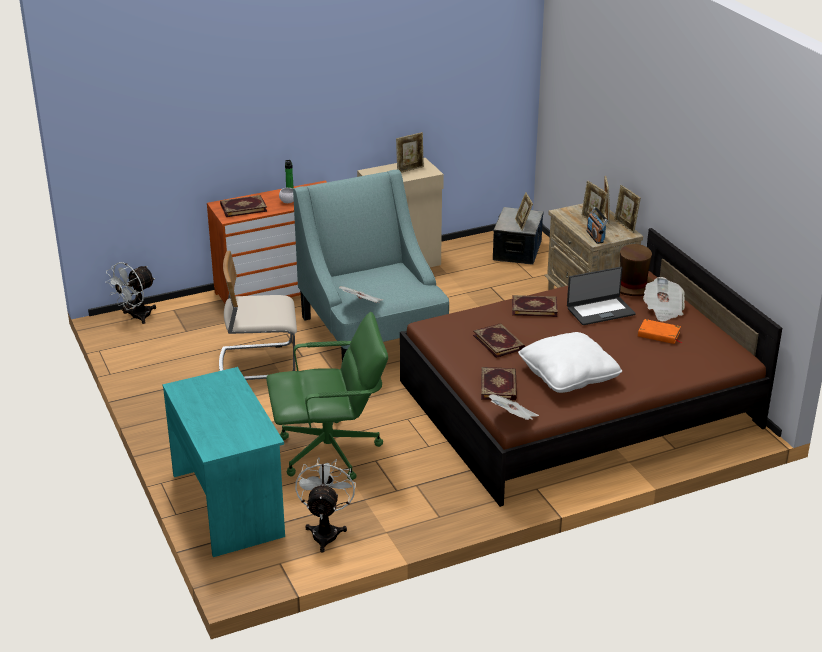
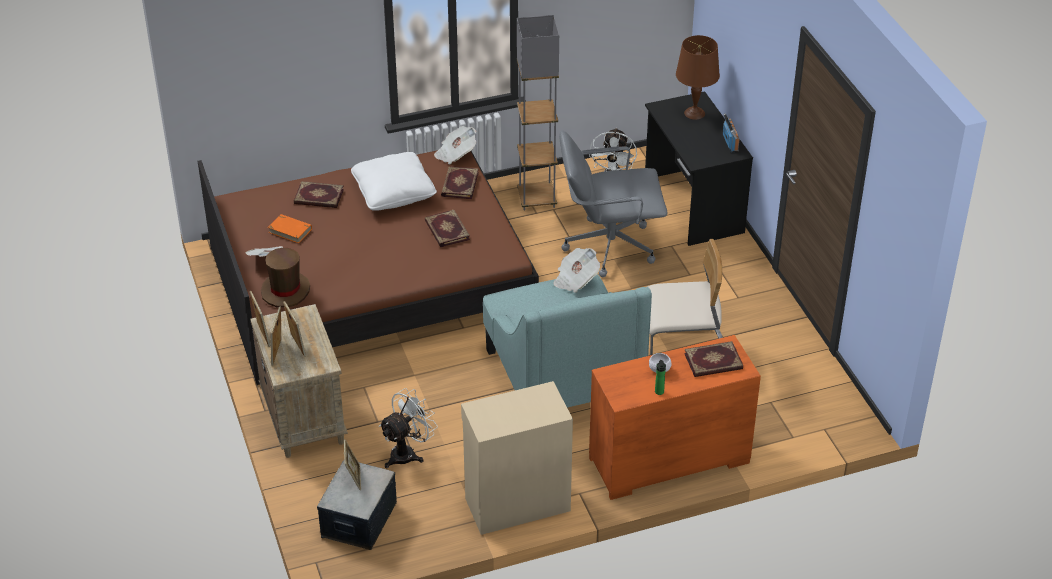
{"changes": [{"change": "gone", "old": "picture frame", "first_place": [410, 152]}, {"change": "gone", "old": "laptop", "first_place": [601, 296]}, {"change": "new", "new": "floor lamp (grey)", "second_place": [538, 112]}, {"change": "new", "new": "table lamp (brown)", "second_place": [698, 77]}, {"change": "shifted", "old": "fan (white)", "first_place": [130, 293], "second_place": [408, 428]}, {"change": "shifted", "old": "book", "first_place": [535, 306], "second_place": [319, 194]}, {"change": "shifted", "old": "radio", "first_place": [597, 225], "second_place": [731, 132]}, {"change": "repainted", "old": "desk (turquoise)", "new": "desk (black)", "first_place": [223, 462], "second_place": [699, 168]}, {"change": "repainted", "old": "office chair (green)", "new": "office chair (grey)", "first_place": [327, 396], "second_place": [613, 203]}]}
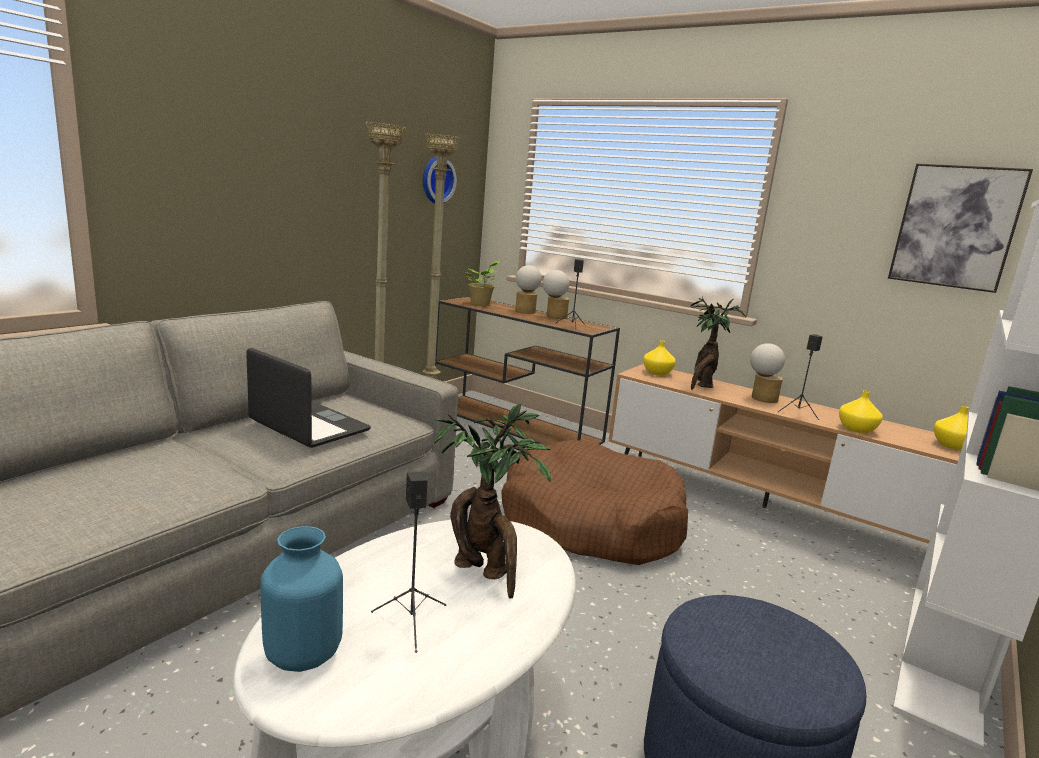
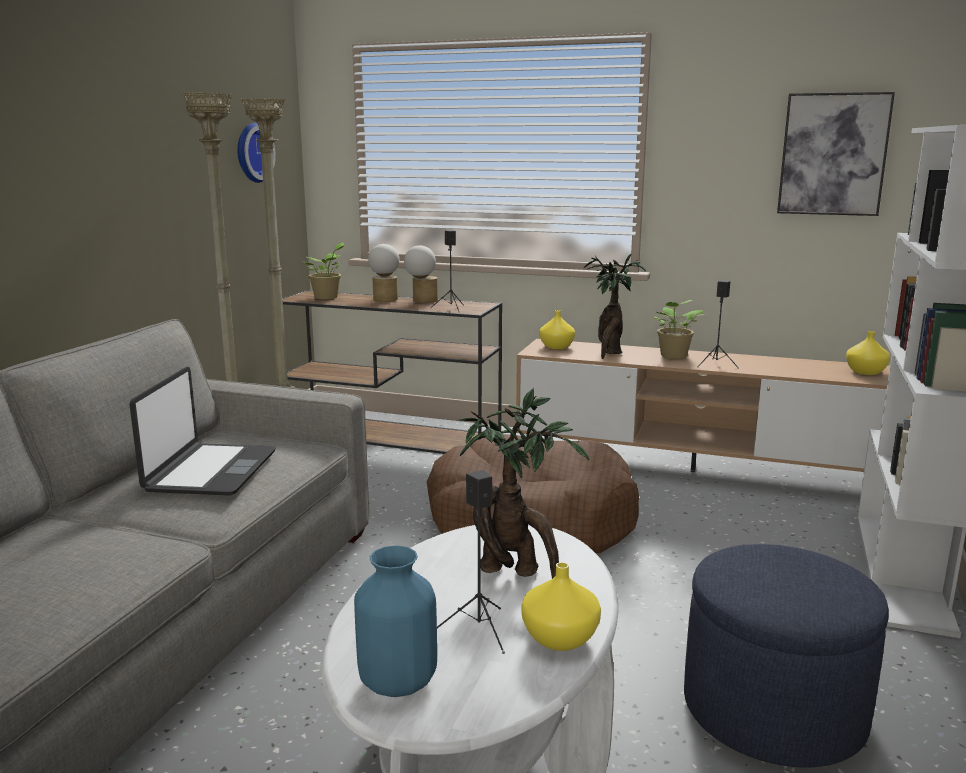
{"changes": [{"change": "shifted", "old": "vase (yellow)", "first_place": [861, 411], "second_place": [561, 606]}, {"change": "swapped", "old": "table lamp", "new": "potted plant", "first_place": [767, 373], "second_place": [678, 329]}, {"change": "rotated", "old": "laptop", "first_place": [308, 398], "second_place": [202, 431], "degrees": 75}]}
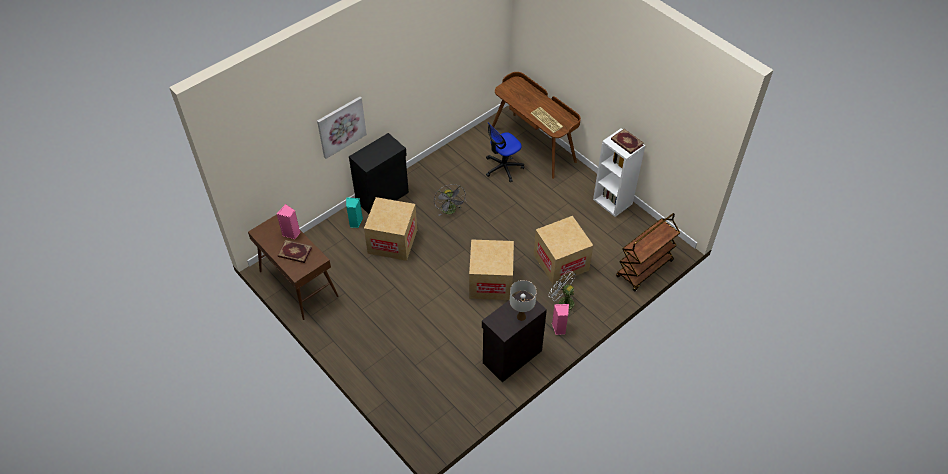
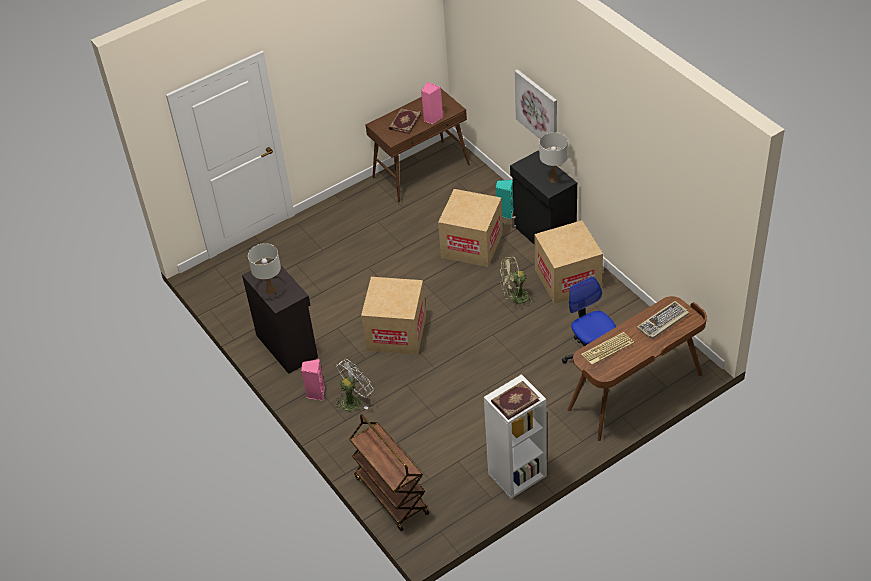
{"changes": [{"change": "new", "new": "table lamp (white)", "second_place": [553, 157]}, {"change": "new", "new": "keyboard", "second_place": [663, 320]}, {"change": "shifted", "old": "cardboard box", "first_place": [564, 250], "second_place": [568, 262]}, {"change": "repainted", "old": "fan (grey)", "new": "fan (green)", "first_place": [450, 200], "second_place": [517, 282]}]}
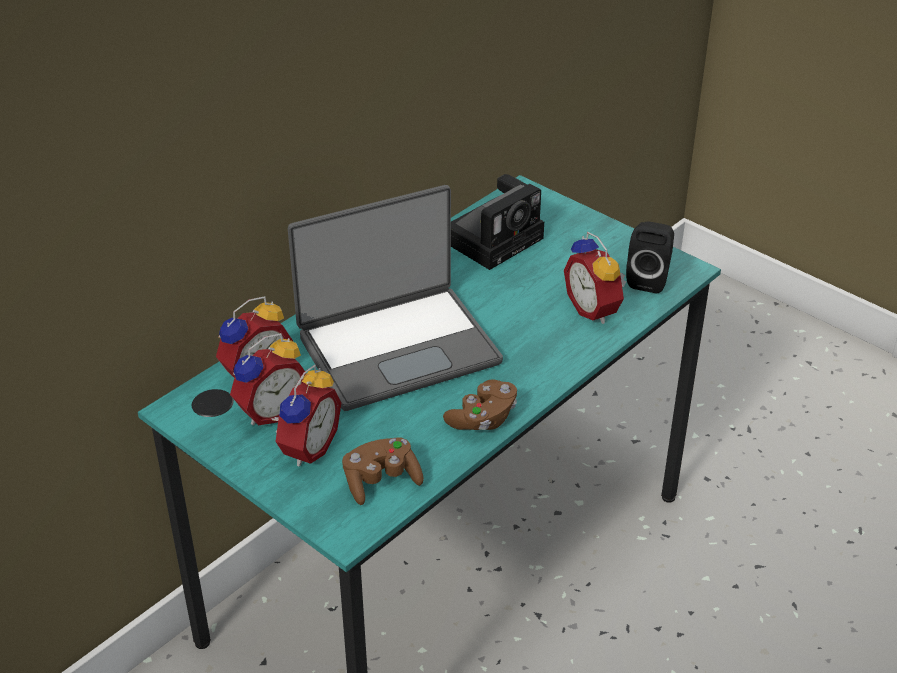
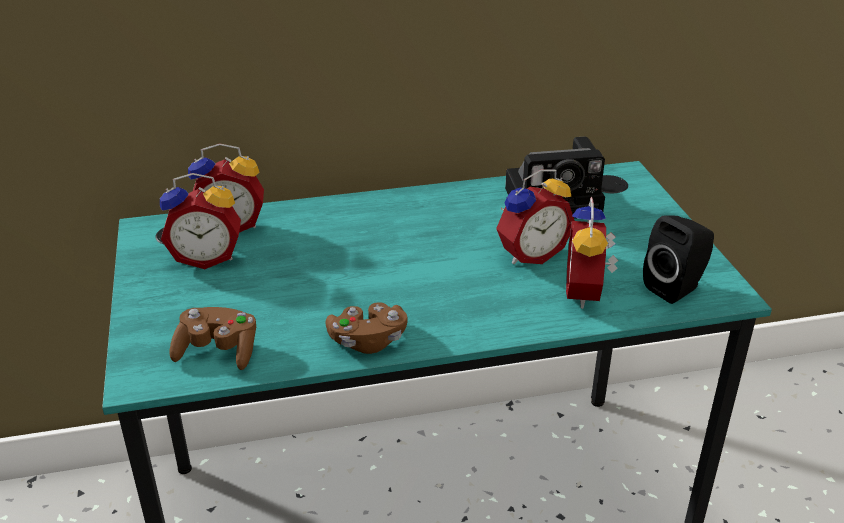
{"changes": [{"change": "gone", "old": "laptop", "first_place": [395, 298]}, {"change": "shifted", "old": "alarm clock", "first_place": [306, 416], "second_place": [535, 216]}]}
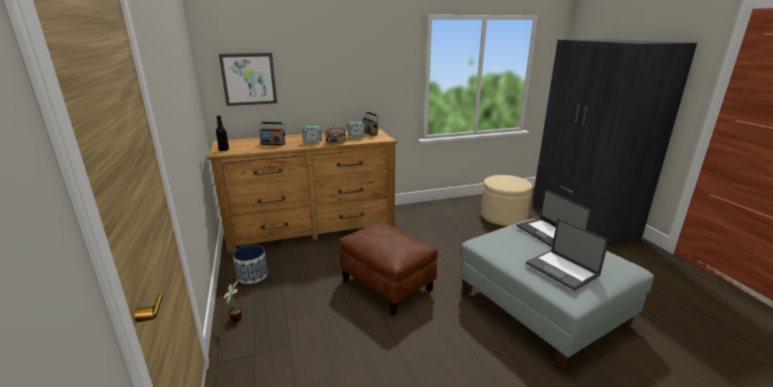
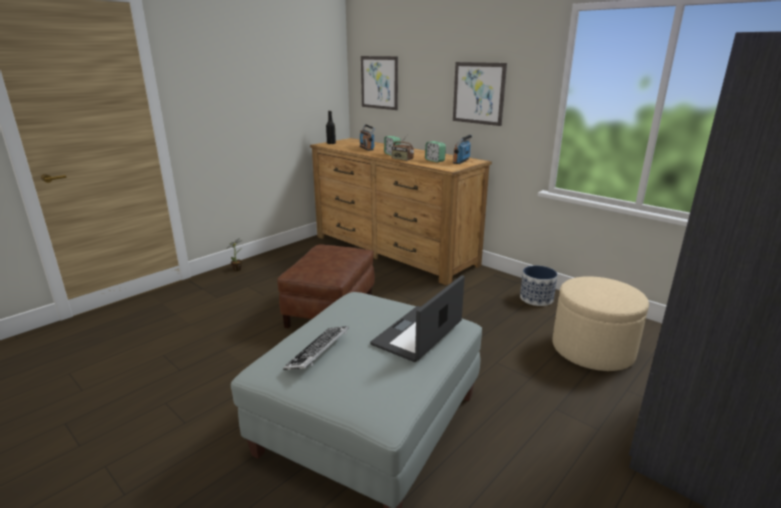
{"changes": [{"change": "new", "new": "picture", "second_place": [480, 94]}, {"change": "shifted", "old": "planter", "first_place": [250, 264], "second_place": [538, 285]}, {"change": "swapped", "old": "laptop", "new": "keyboard", "first_place": [567, 254], "second_place": [316, 348]}]}
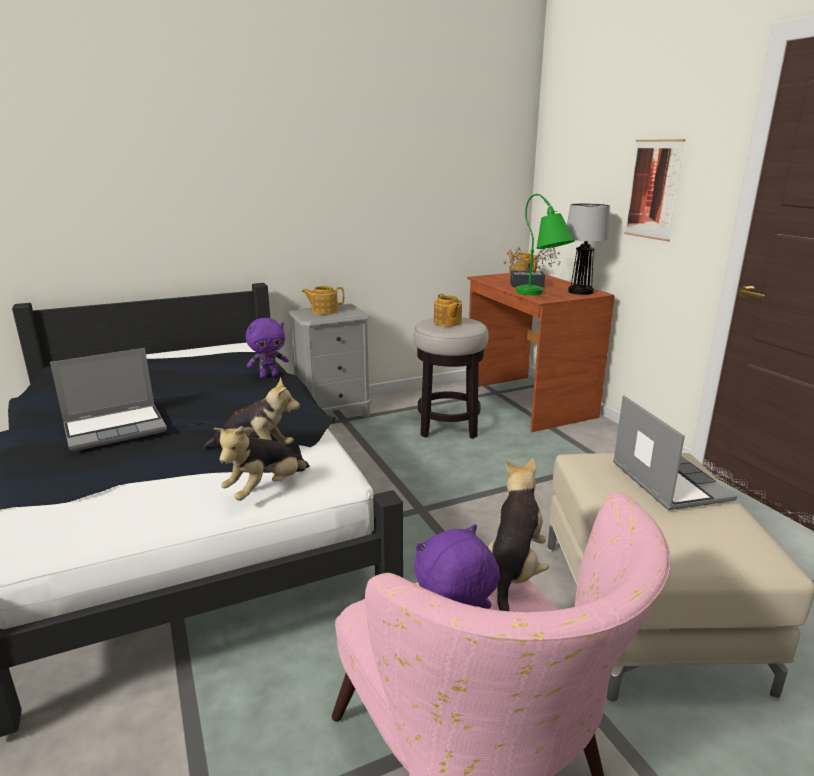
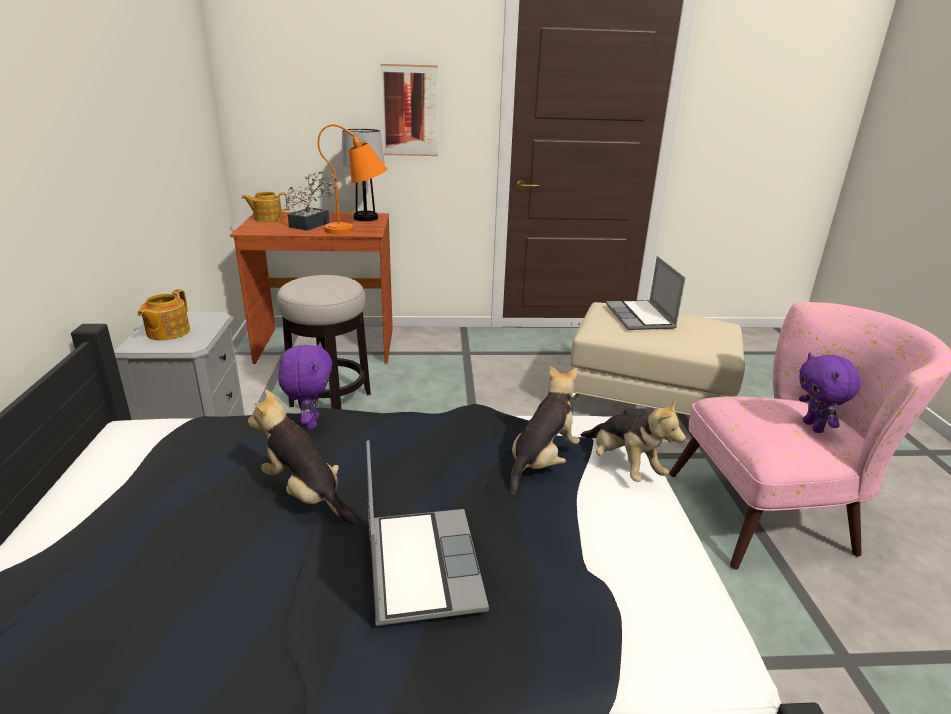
{"changes": [{"change": "gone", "old": "teapot", "first_place": [448, 310]}, {"change": "shifted", "old": "plush toy", "first_place": [518, 534], "second_place": [303, 457]}, {"change": "repainted", "old": "table lamp (green)", "new": "table lamp (orange)", "first_place": [545, 244], "second_place": [352, 179]}, {"change": "rotated", "old": "laptop", "first_place": [675, 452], "second_place": [645, 293], "degrees": -105}]}
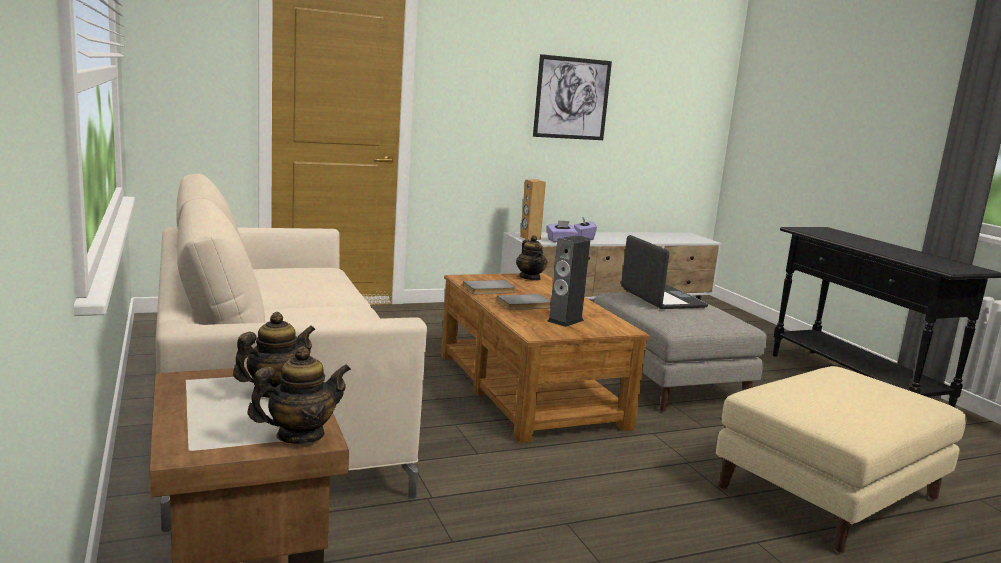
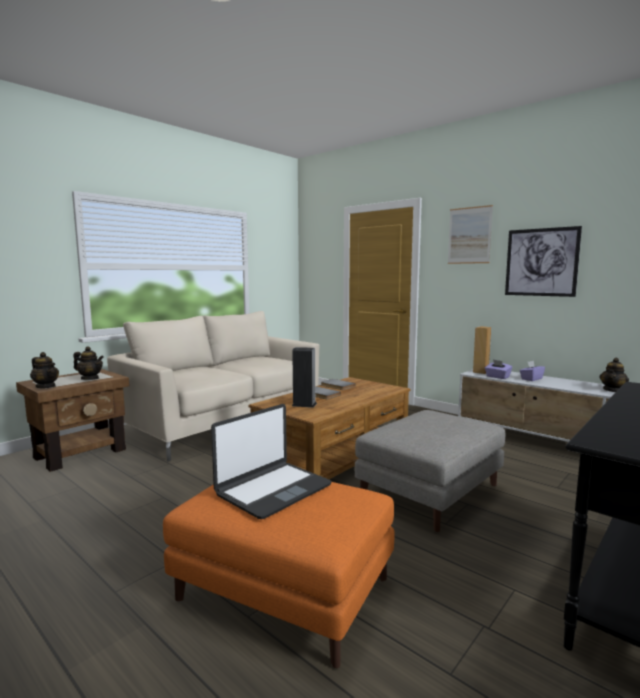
{"changes": [{"change": "new", "new": "picture", "second_place": [470, 234]}, {"change": "shifted", "old": "teapot", "first_place": [531, 258], "second_place": [614, 375]}, {"change": "shifted", "old": "laptop", "first_place": [664, 272], "second_place": [271, 461]}, {"change": "repainted", "old": "ottoman (beige)", "new": "ottoman (orange)", "first_place": [841, 459], "second_place": [279, 575]}]}
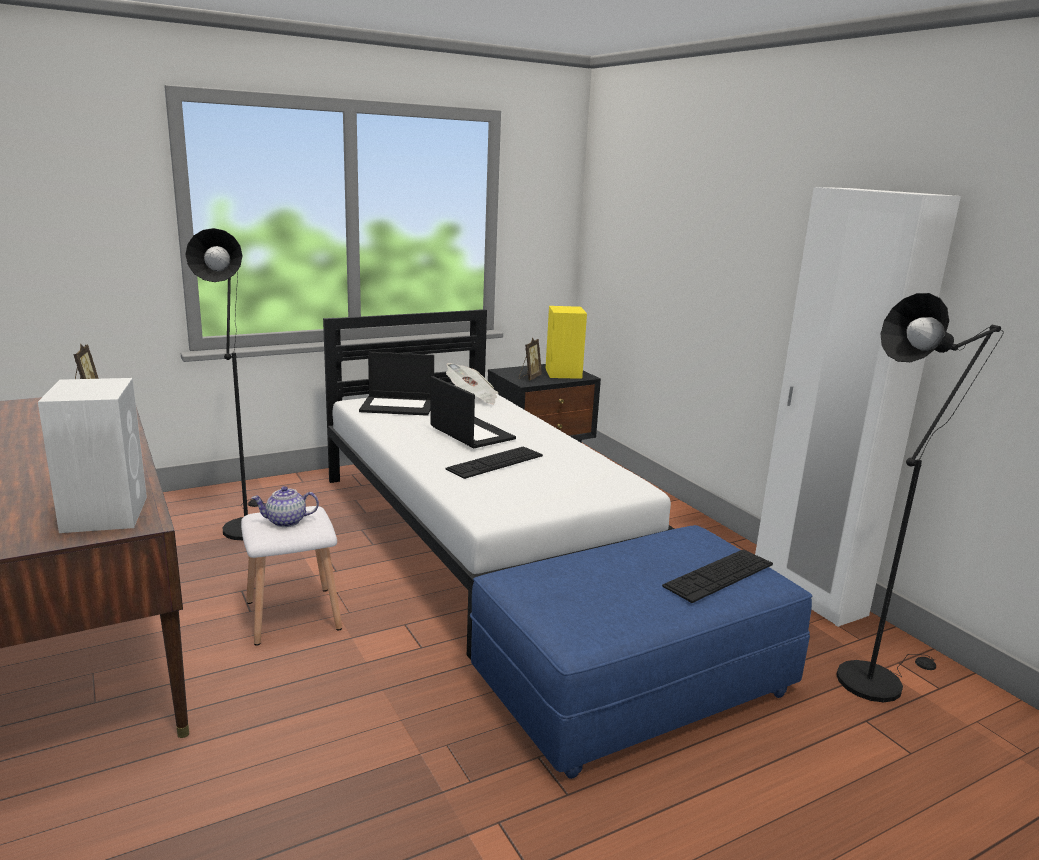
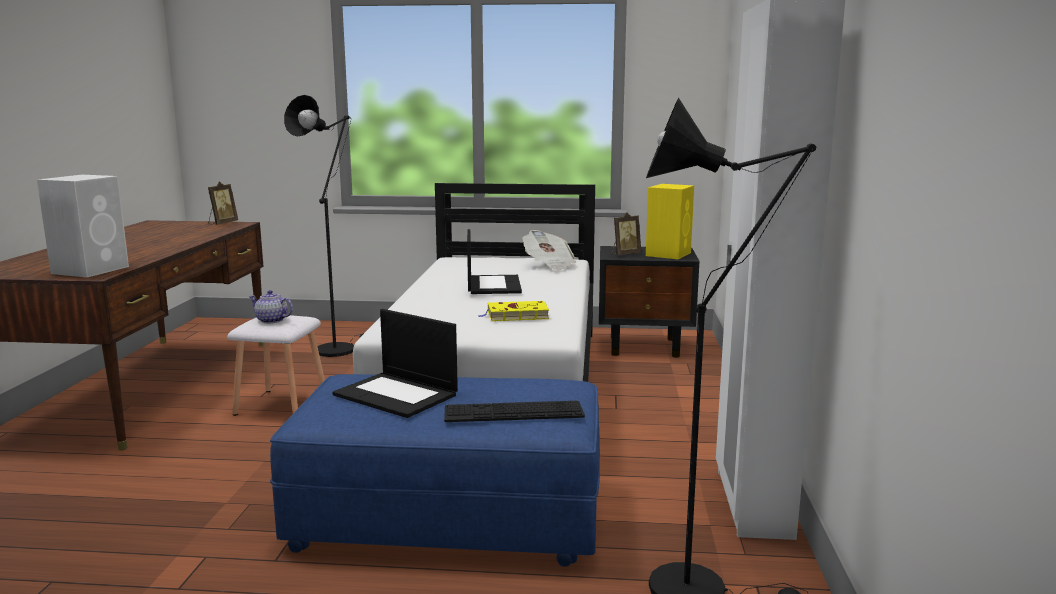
{"changes": [{"change": "gone", "old": "keyboard", "first_place": [494, 463]}, {"change": "new", "new": "book (yellow)", "second_place": [513, 311]}, {"change": "shifted", "old": "laptop", "first_place": [396, 384], "second_place": [395, 363]}]}
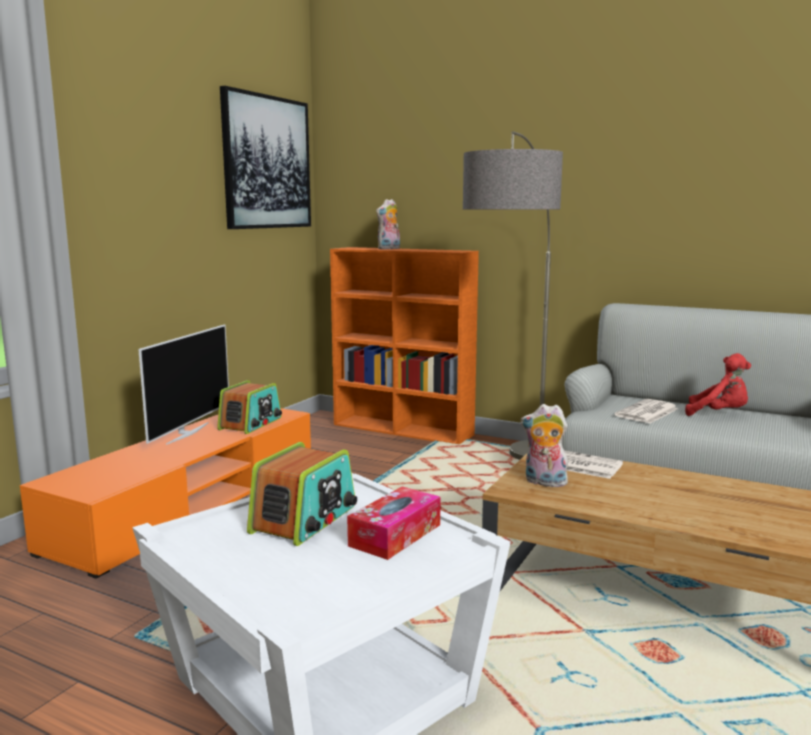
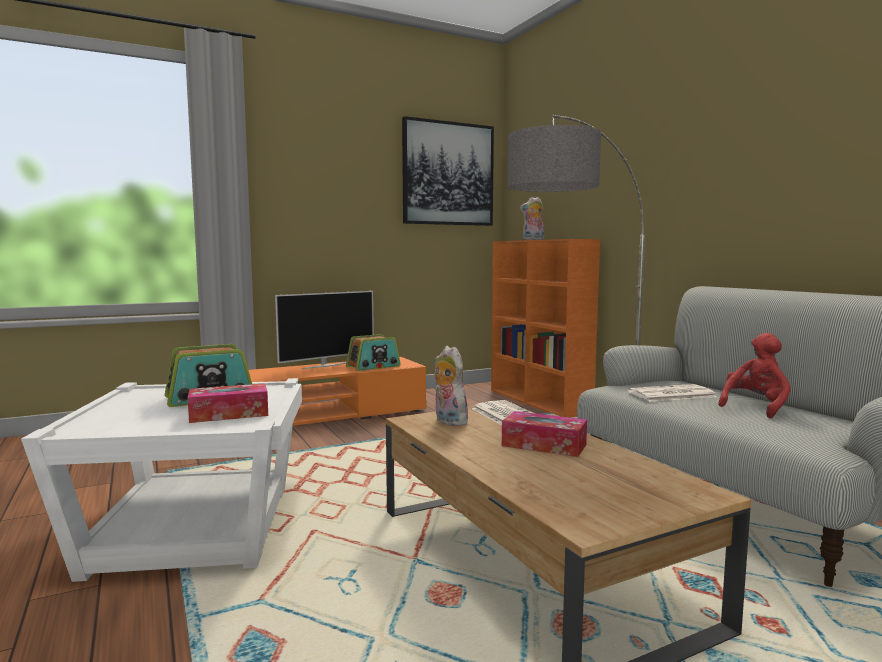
{"changes": [{"change": "new", "new": "tissue box", "second_place": [544, 434]}, {"change": "rotated", "old": "plush toy (red)", "first_place": [718, 384], "second_place": [754, 375], "degrees": -105}]}
